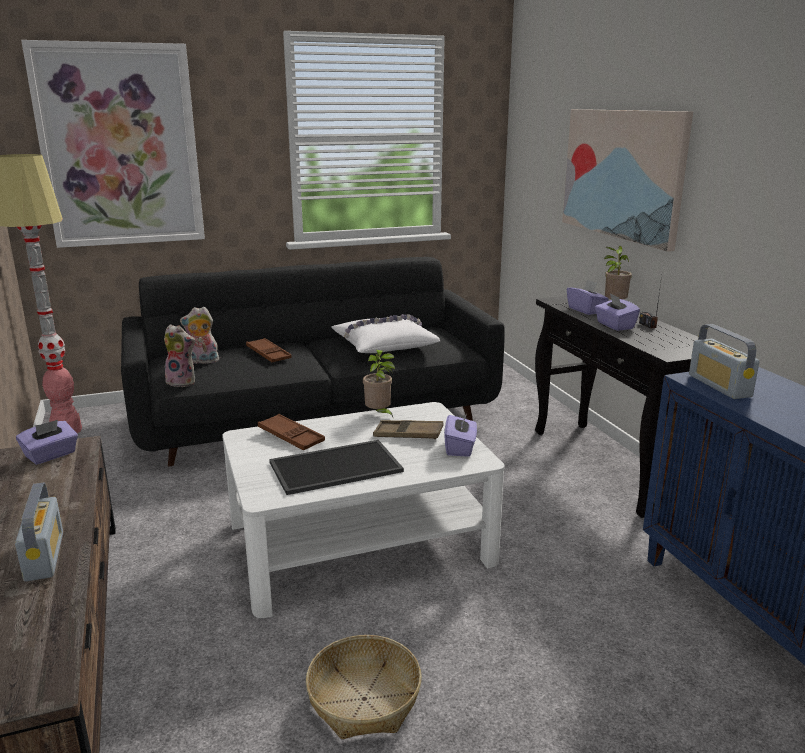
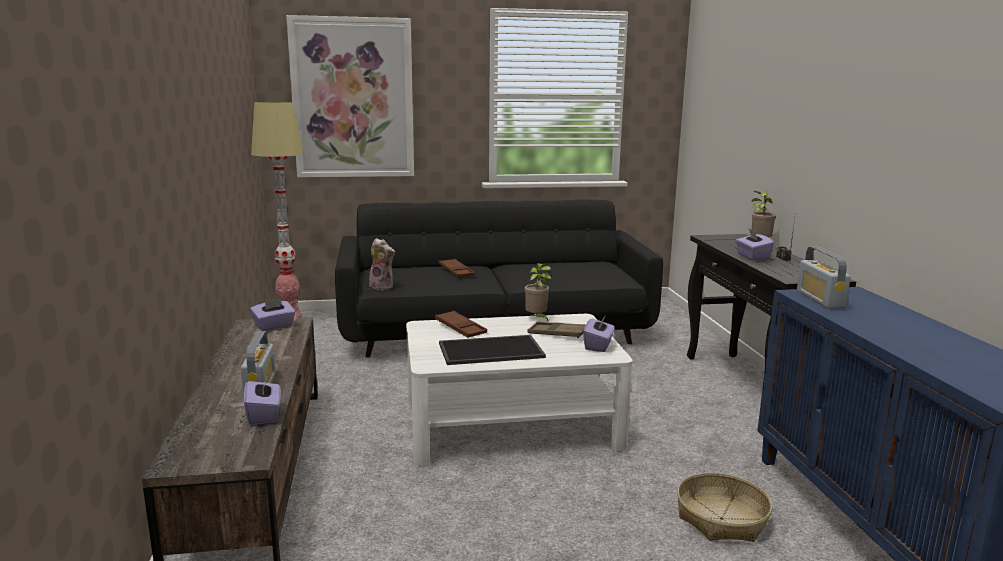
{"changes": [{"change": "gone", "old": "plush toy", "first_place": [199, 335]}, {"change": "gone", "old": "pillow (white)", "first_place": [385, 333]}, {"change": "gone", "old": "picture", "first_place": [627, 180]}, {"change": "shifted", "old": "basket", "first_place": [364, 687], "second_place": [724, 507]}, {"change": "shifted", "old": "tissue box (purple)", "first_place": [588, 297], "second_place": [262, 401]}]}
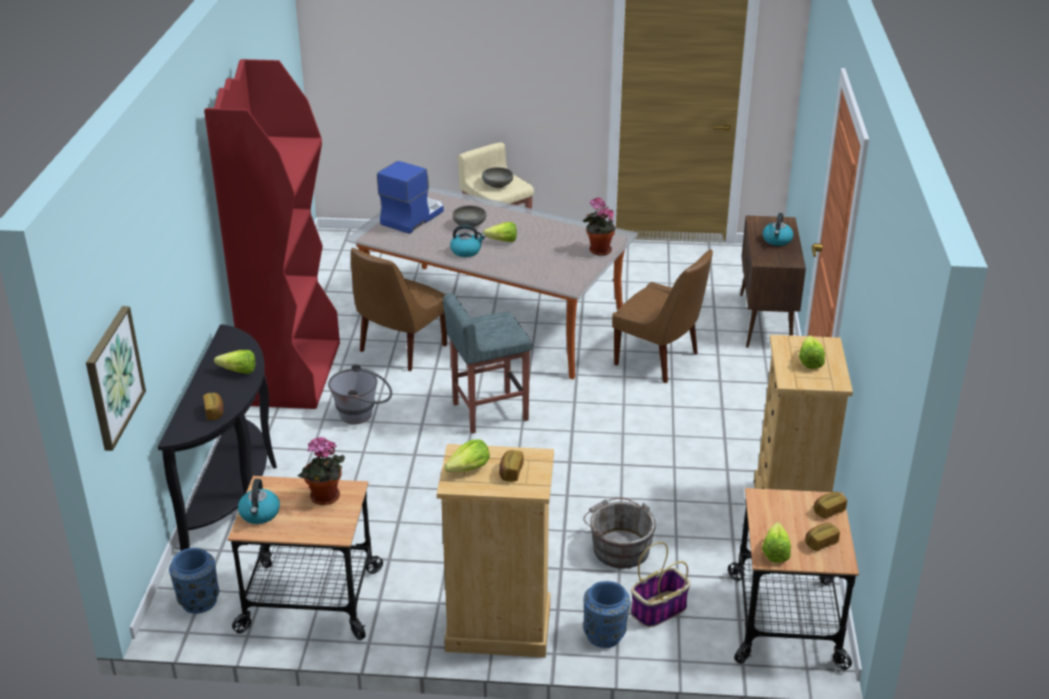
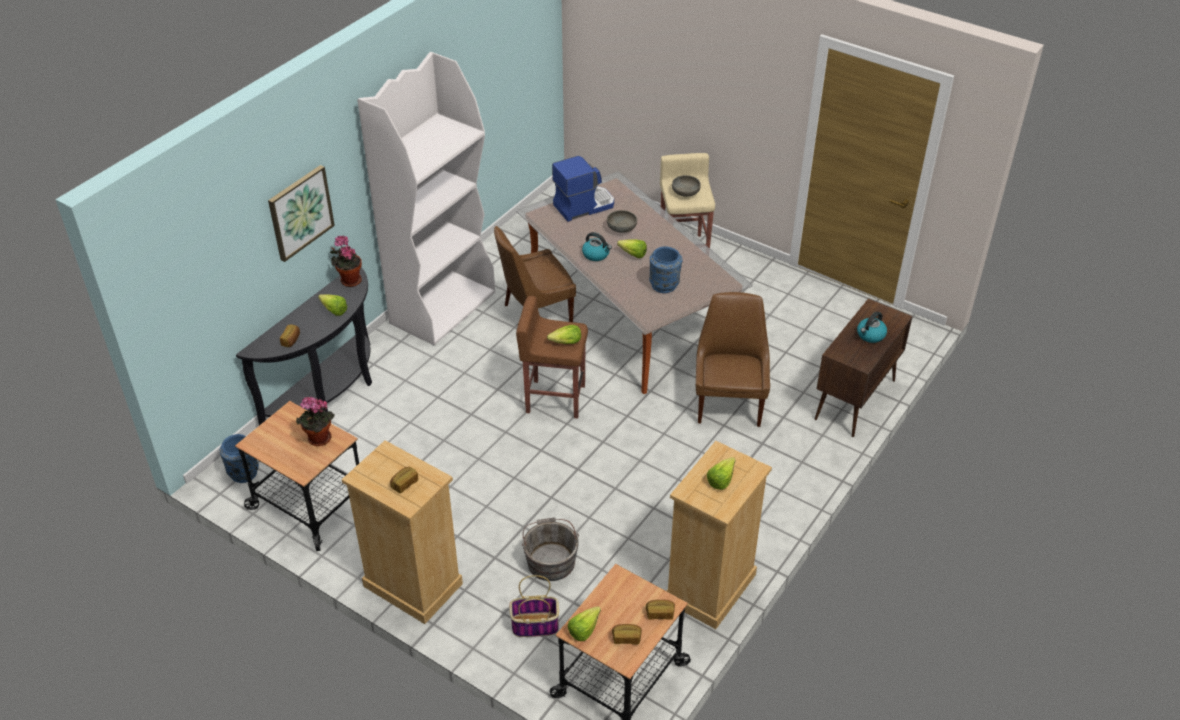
{"changes": [{"change": "gone", "old": "kettle", "first_place": [259, 501]}, {"change": "gone", "old": "bucket (grey)", "first_place": [360, 394]}, {"change": "shifted", "old": "picture", "first_place": [116, 378], "second_place": [301, 213]}, {"change": "shifted", "old": "lettuce", "first_place": [467, 456], "second_place": [564, 334]}, {"change": "shifted", "old": "potted plant", "first_place": [599, 226], "second_place": [346, 261]}, {"change": "shifted", "old": "vase (blue)", "first_place": [606, 614], "second_place": [665, 269]}, {"change": "repainted", "old": "bookcase (red)", "new": "bookcase (white)", "first_place": [272, 234], "second_place": [426, 198]}, {"change": "repainted", "old": "stool (grey)", "new": "stool (brown)", "first_place": [487, 363], "second_place": [552, 357]}, {"change": "rotated", "old": "chair (brown)", "first_place": [662, 316], "second_place": [733, 359], "degrees": -150}]}
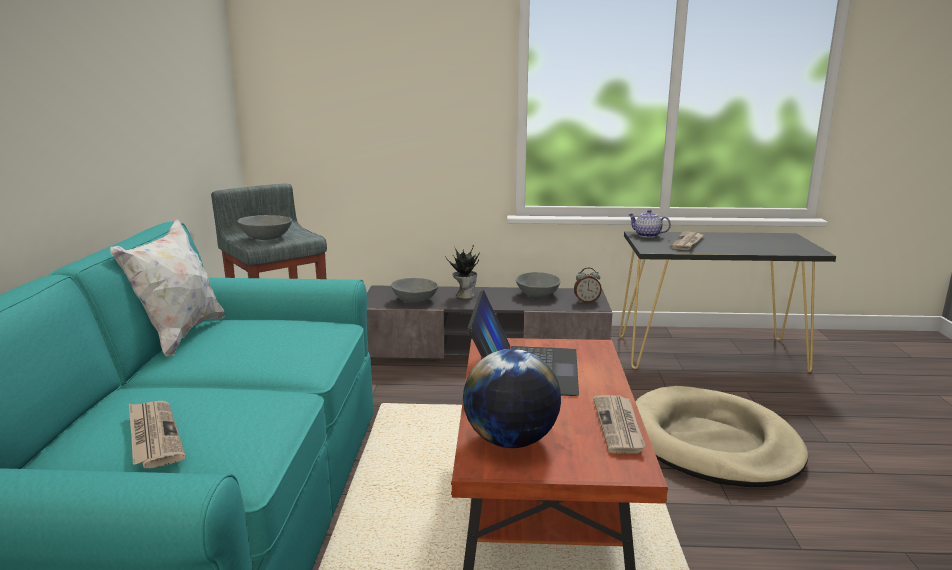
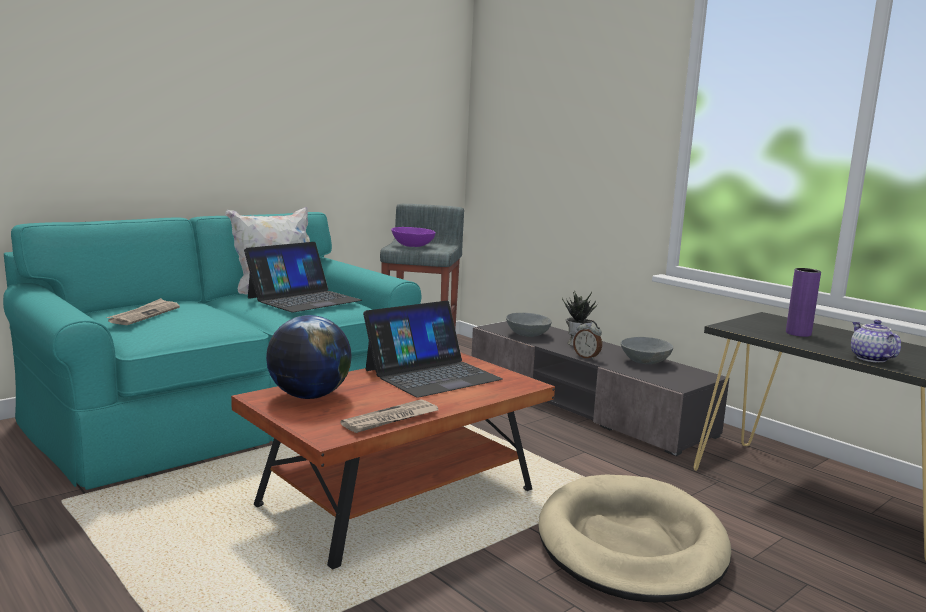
{"changes": [{"change": "new", "new": "laptop", "second_place": [303, 277]}, {"change": "shifted", "old": "alarm clock", "first_place": [588, 285], "second_place": [587, 340]}, {"change": "shifted", "old": "teapot", "first_place": [649, 224], "second_place": [876, 341]}, {"change": "swapped", "old": "newspaper", "new": "vase (purple)", "first_place": [687, 241], "second_place": [803, 302]}, {"change": "repainted", "old": "bowl (grey)", "new": "bowl (purple)", "first_place": [264, 227], "second_place": [413, 237]}]}
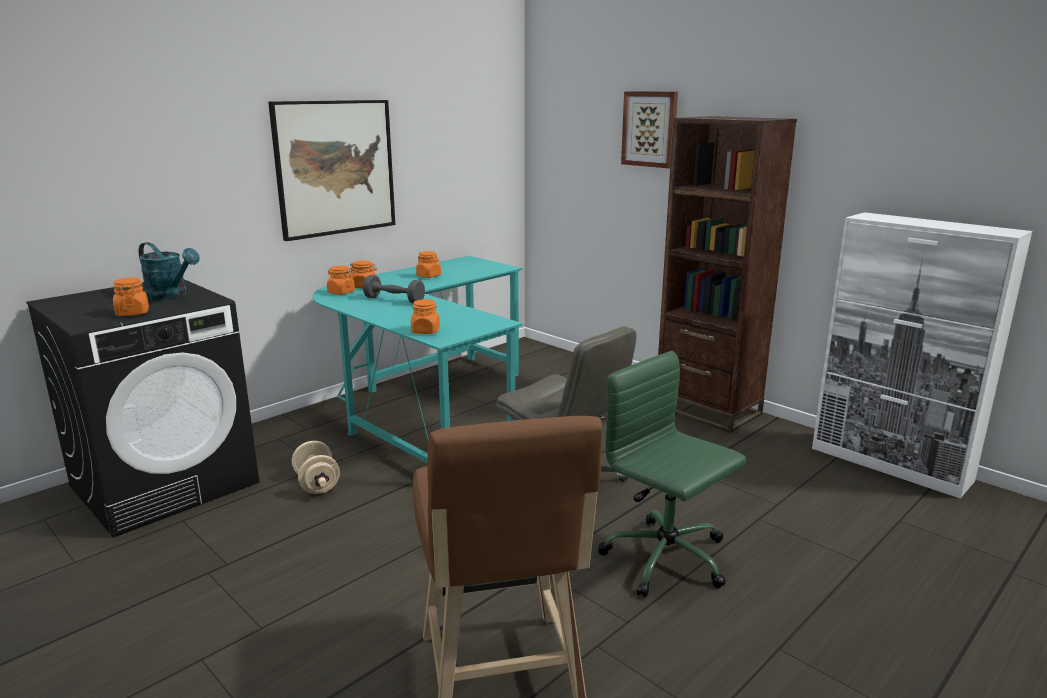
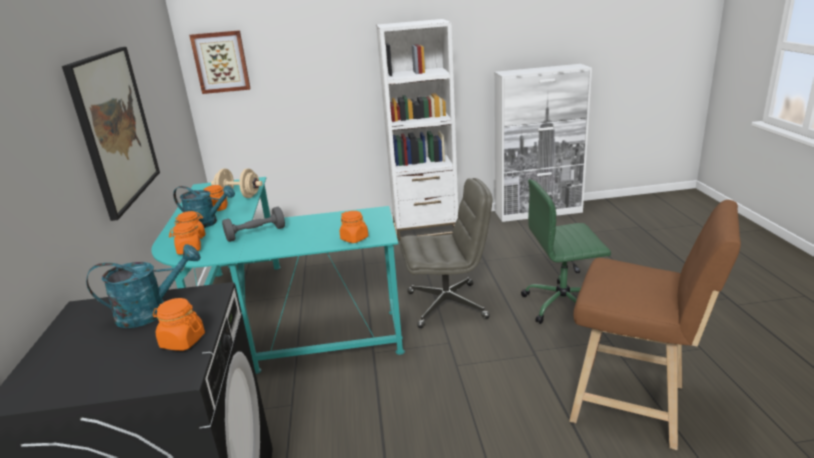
{"changes": [{"change": "new", "new": "watering can (turquoise)", "second_place": [204, 207]}, {"change": "shifted", "old": "dumbbell (beige)", "first_place": [316, 467], "second_place": [237, 183]}, {"change": "shifted", "old": "picture", "first_place": [649, 130], "second_place": [220, 62]}, {"change": "repainted", "old": "bookcase (brown)", "new": "bookcase (white)", "first_place": [727, 274], "second_place": [417, 130]}]}
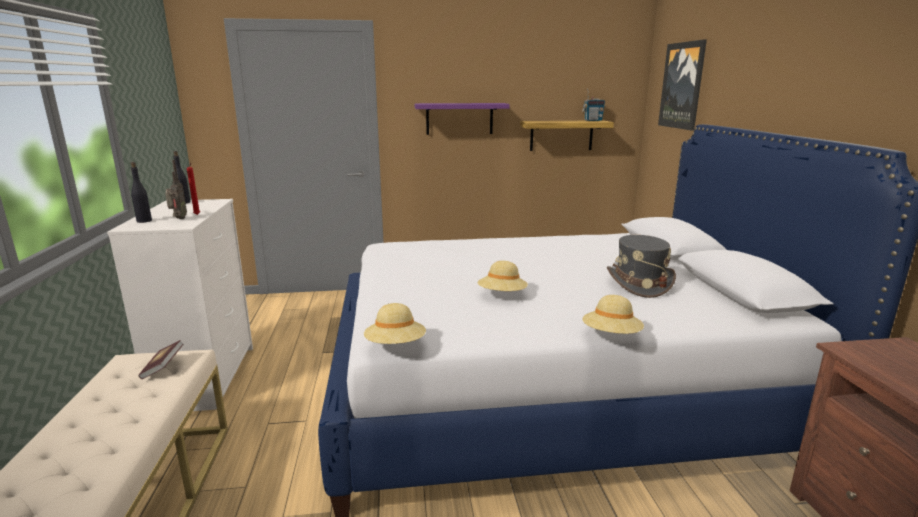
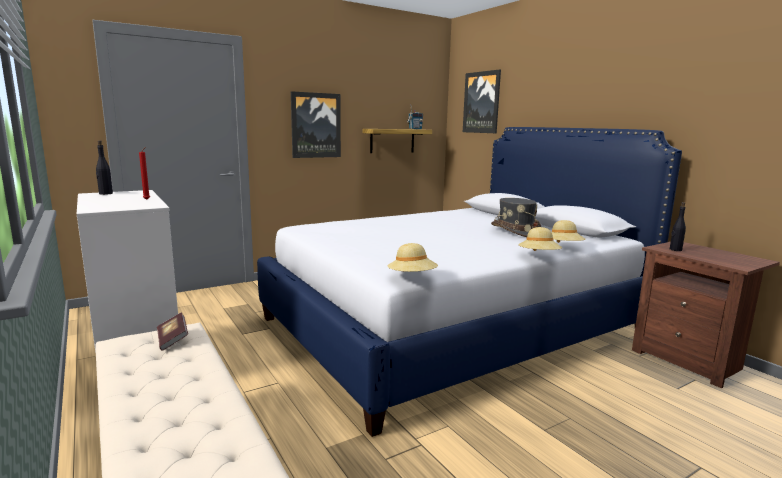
{"changes": [{"change": "gone", "old": "radio", "first_place": [176, 189]}, {"change": "shifted", "old": "bottle (black)", "first_place": [141, 192], "second_place": [678, 226]}, {"change": "shifted", "old": "hat (beige)", "first_place": [502, 276], "second_place": [568, 231]}, {"change": "swapped", "old": "shelf (purple)", "new": "picture", "first_place": [462, 119], "second_place": [316, 124]}]}
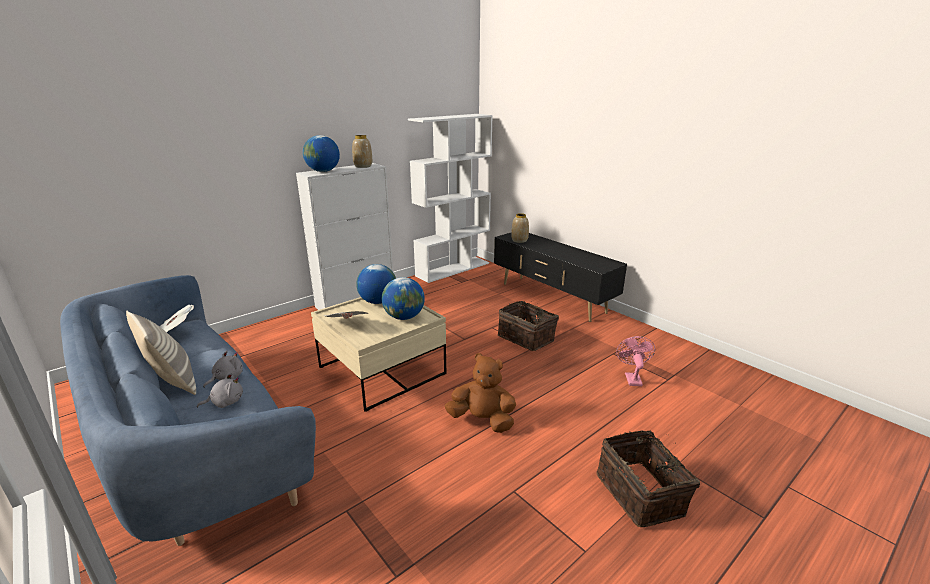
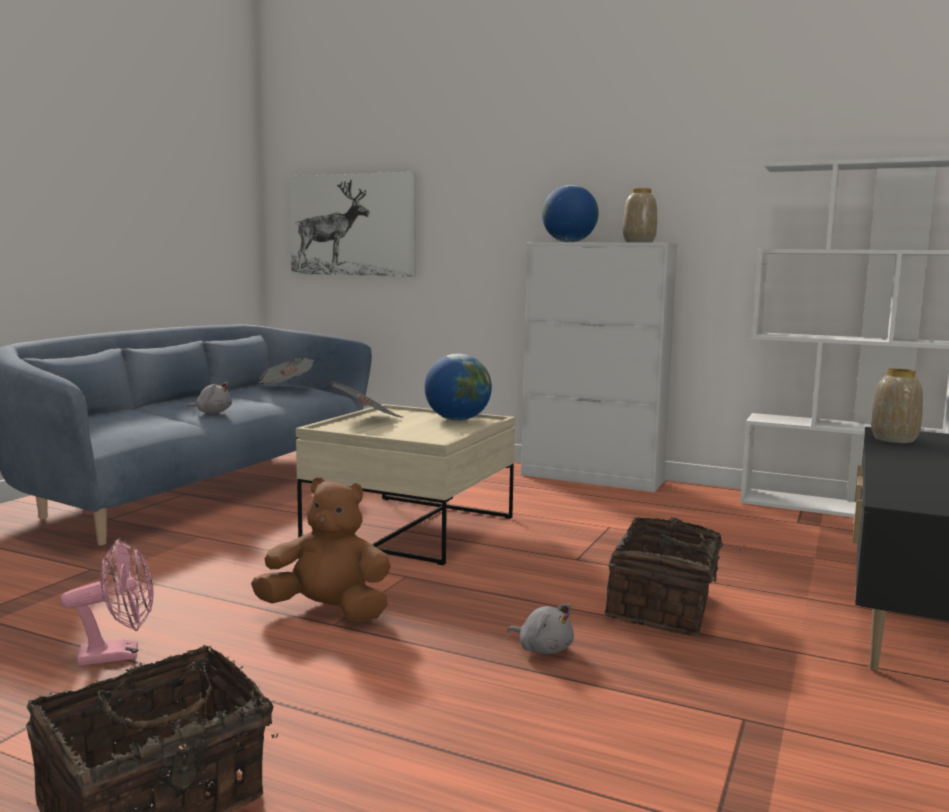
{"changes": [{"change": "gone", "old": "pillow", "first_place": [161, 353]}, {"change": "gone", "old": "globe", "first_place": [403, 298]}, {"change": "new", "new": "picture", "second_place": [352, 224]}, {"change": "shifted", "old": "plush toy (grey)", "first_place": [220, 390], "second_place": [540, 629]}, {"change": "shifted", "old": "fan (pink)", "first_place": [635, 361], "second_place": [107, 602]}, {"change": "rotated", "old": "plush toy (brown)", "first_place": [480, 393], "second_place": [321, 549], "degrees": -75}]}
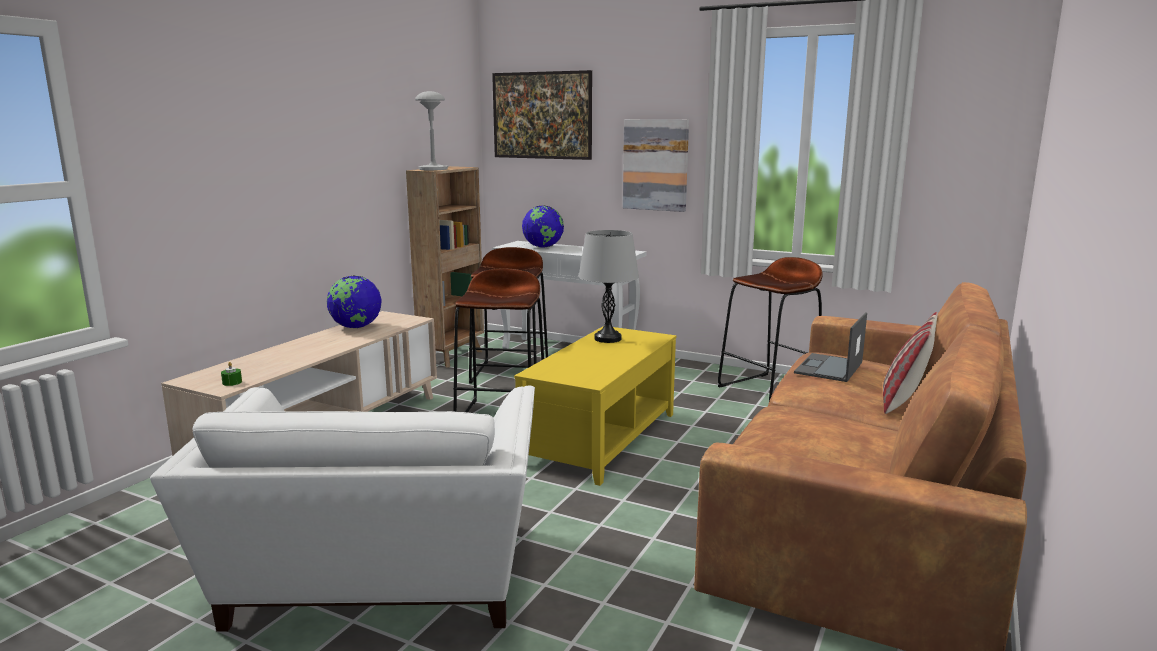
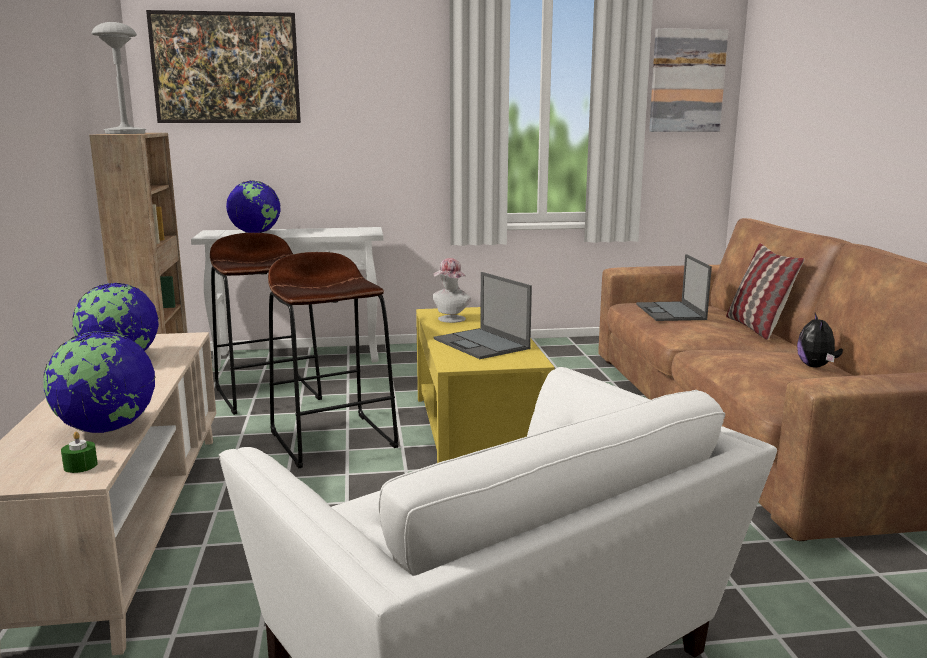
{"changes": [{"change": "gone", "old": "stool (brown)", "first_place": [770, 329]}, {"change": "new", "new": "globe", "second_place": [99, 382]}, {"change": "new", "new": "laptop", "second_place": [483, 315]}, {"change": "new", "new": "plush toy", "second_place": [820, 340]}, {"change": "shifted", "old": "picture", "first_place": [656, 165], "second_place": [689, 80]}, {"change": "swapped", "old": "table lamp (grey)", "new": "hat", "first_place": [609, 286], "second_place": [452, 290]}]}
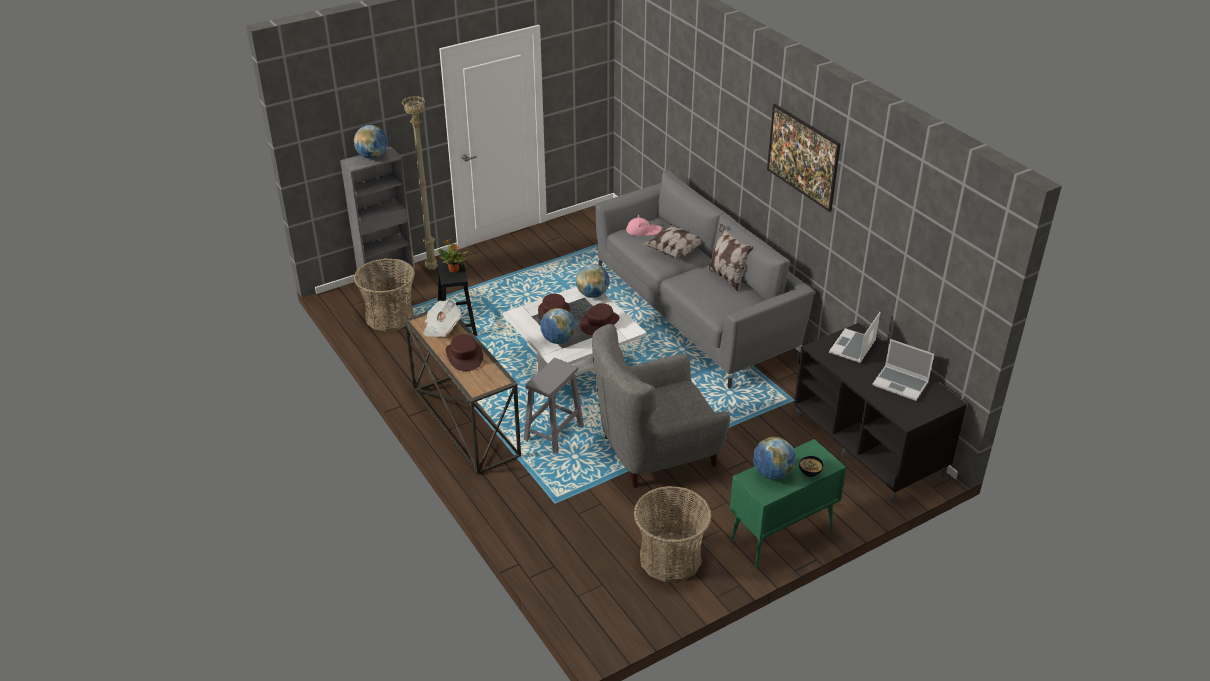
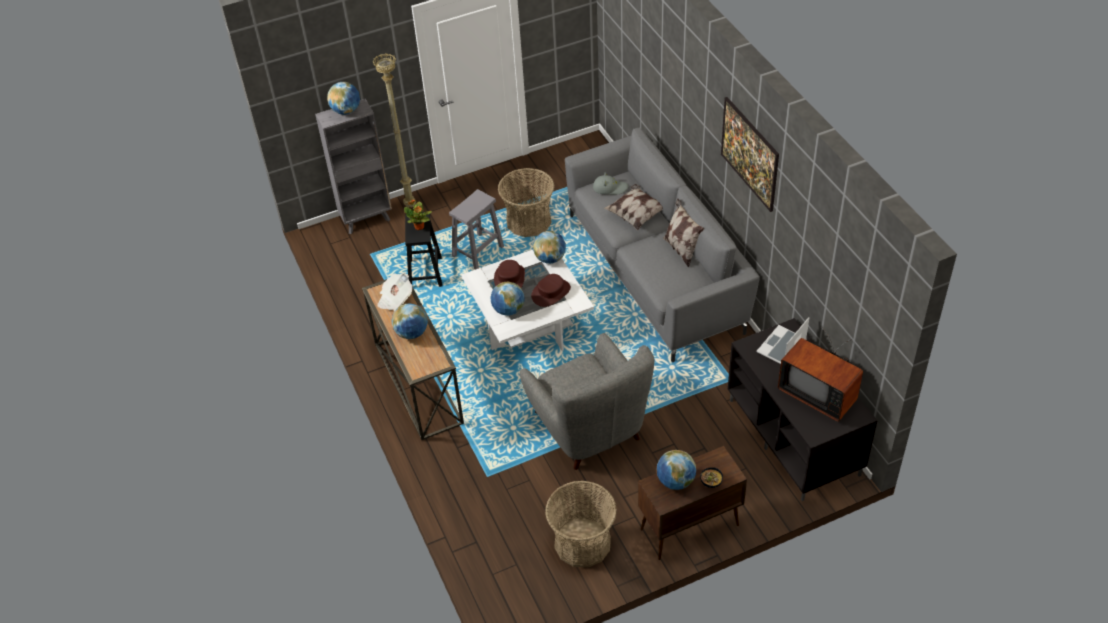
{"changes": [{"change": "shifted", "old": "basket", "first_place": [384, 294], "second_place": [526, 202]}, {"change": "shifted", "old": "stool (grey)", "first_place": [554, 406], "second_place": [476, 229]}, {"change": "swapped", "old": "hat (brown)", "new": "globe", "first_place": [464, 352], "second_place": [409, 321]}, {"change": "swapped", "old": "laptop", "new": "television", "first_place": [903, 370], "second_place": [820, 374]}, {"change": "repainted", "old": "hat (pink)", "new": "hat (grey)", "first_place": [644, 225], "second_place": [610, 183]}, {"change": "repainted", "old": "cabinet (green)", "new": "cabinet (brown)", "first_place": [788, 503], "second_place": [692, 503]}, {"change": "rotated", "old": "armchair (grey)", "first_place": [661, 406], "second_place": [587, 401], "degrees": -105}]}
